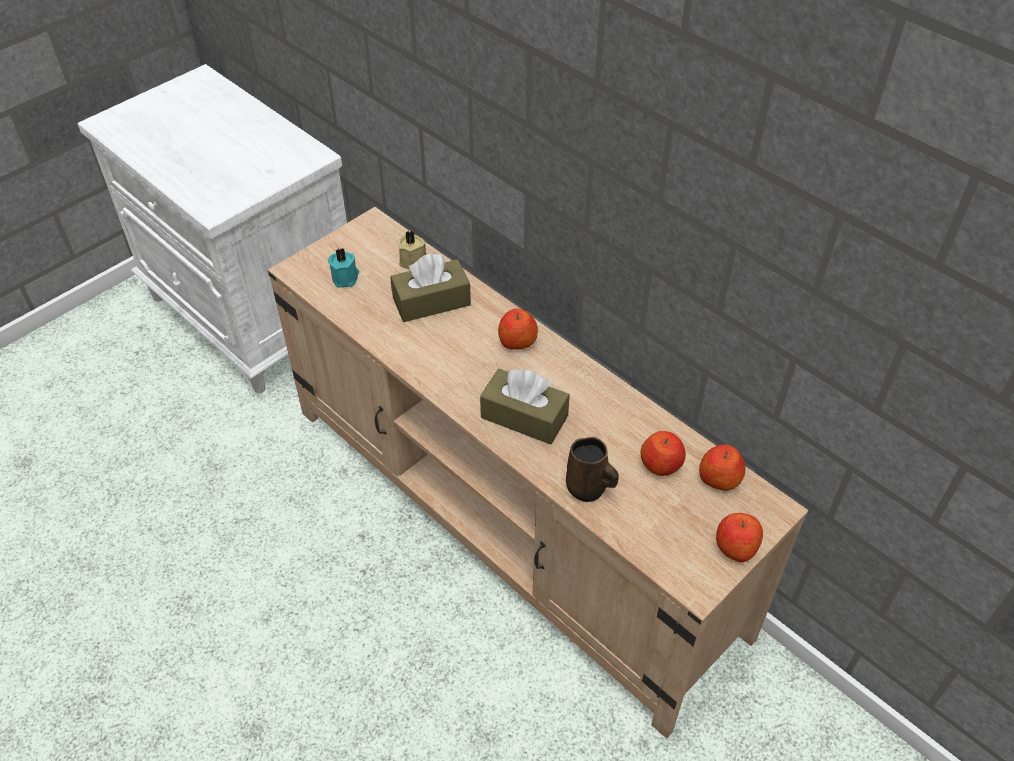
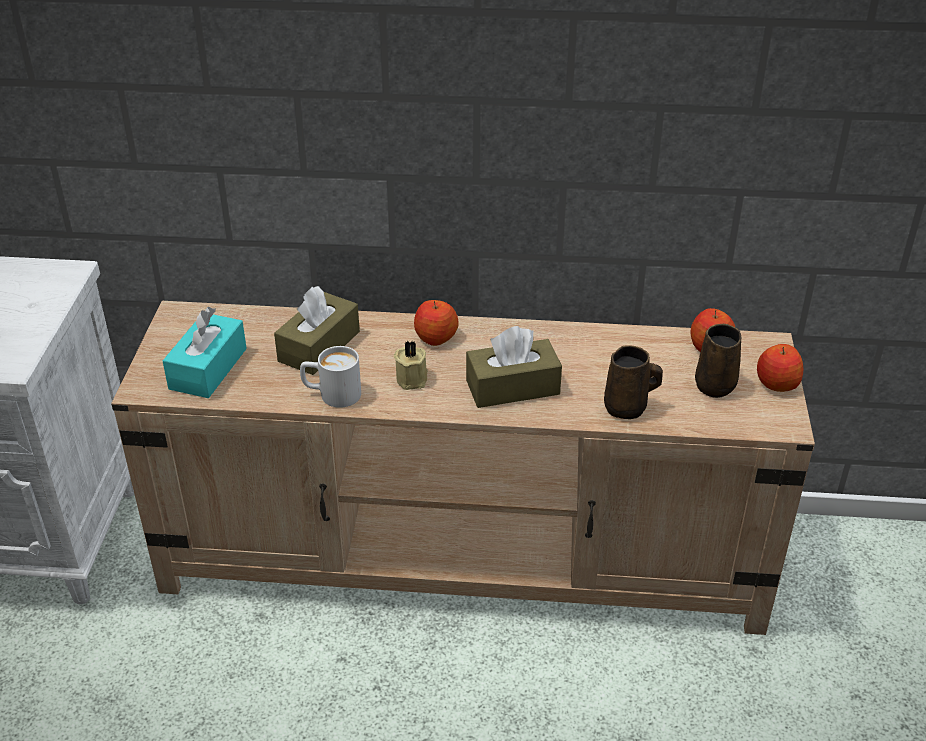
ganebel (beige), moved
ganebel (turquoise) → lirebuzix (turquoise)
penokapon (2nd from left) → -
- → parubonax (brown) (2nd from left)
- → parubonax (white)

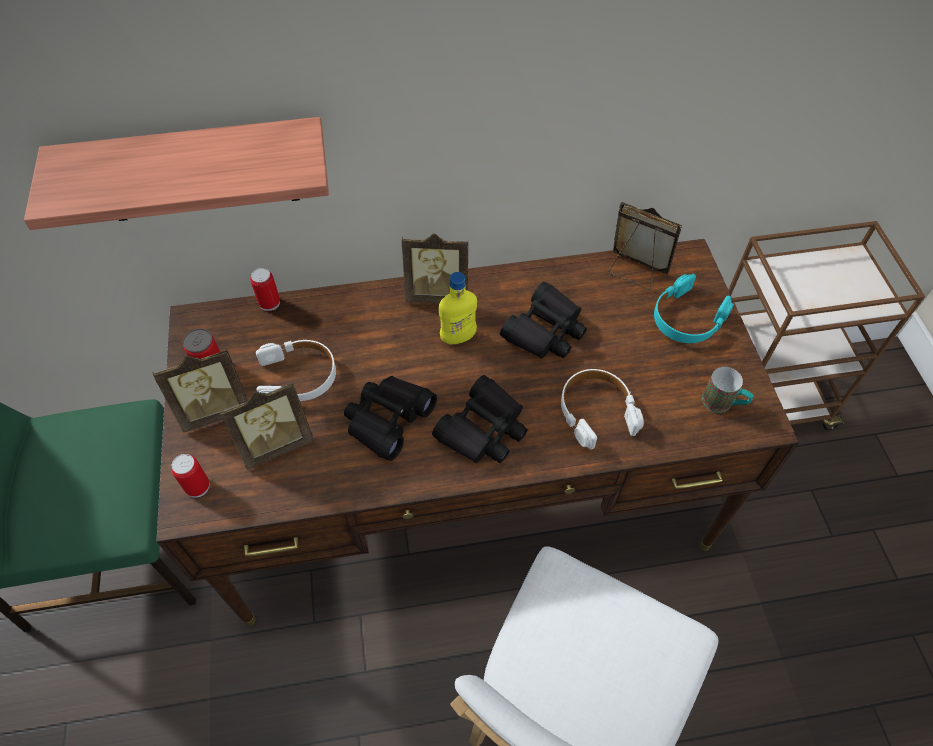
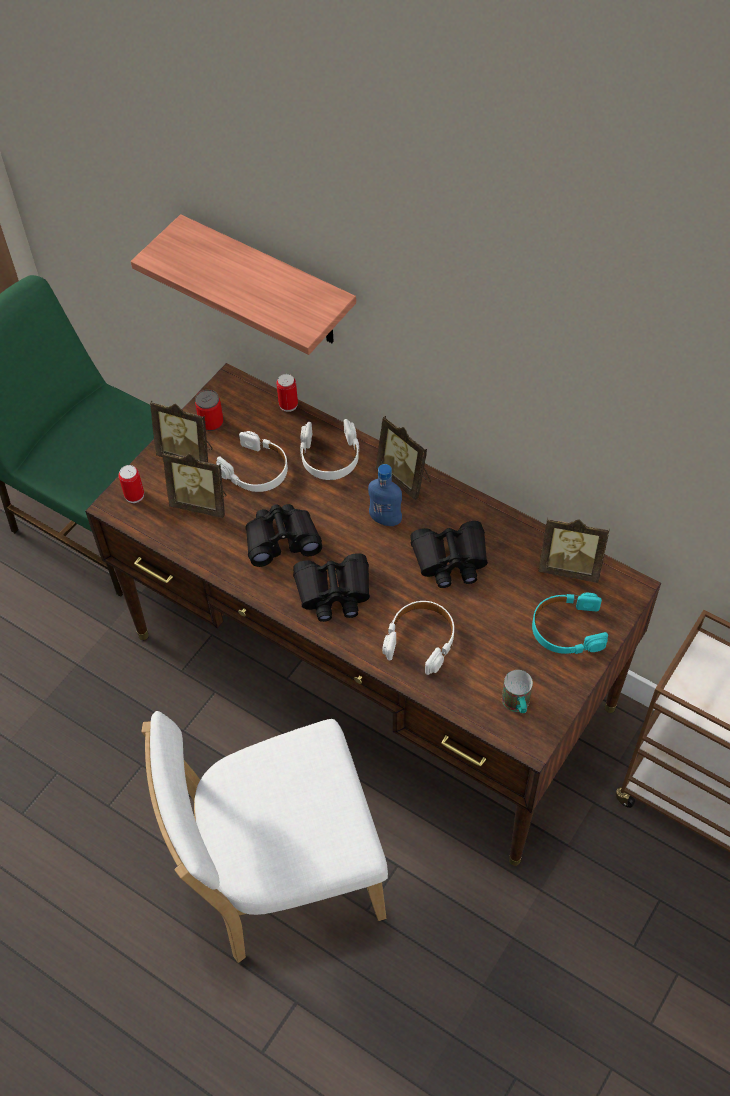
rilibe (4th from left), 120 degrees clockwise
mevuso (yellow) → mevuso (blue)
- → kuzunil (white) (2nd from left)

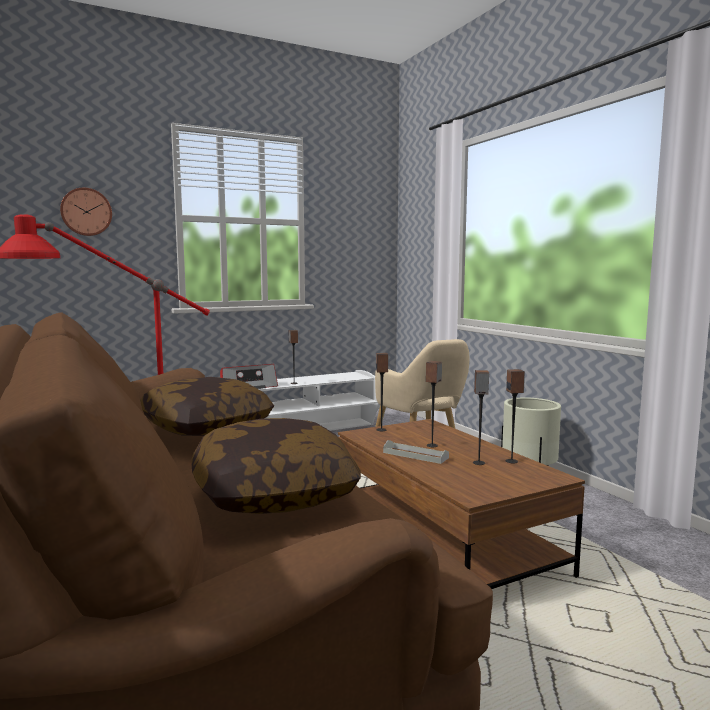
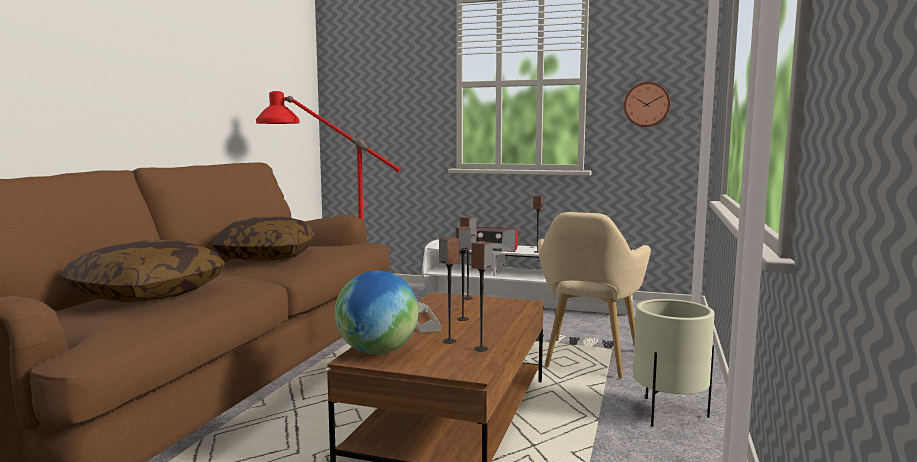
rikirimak, moved
- → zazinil

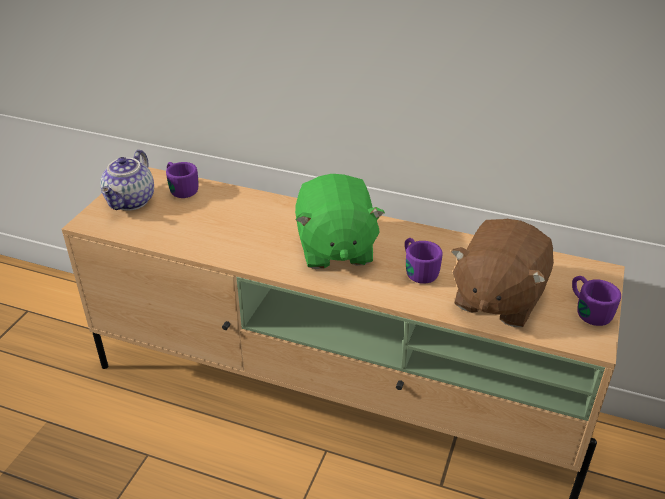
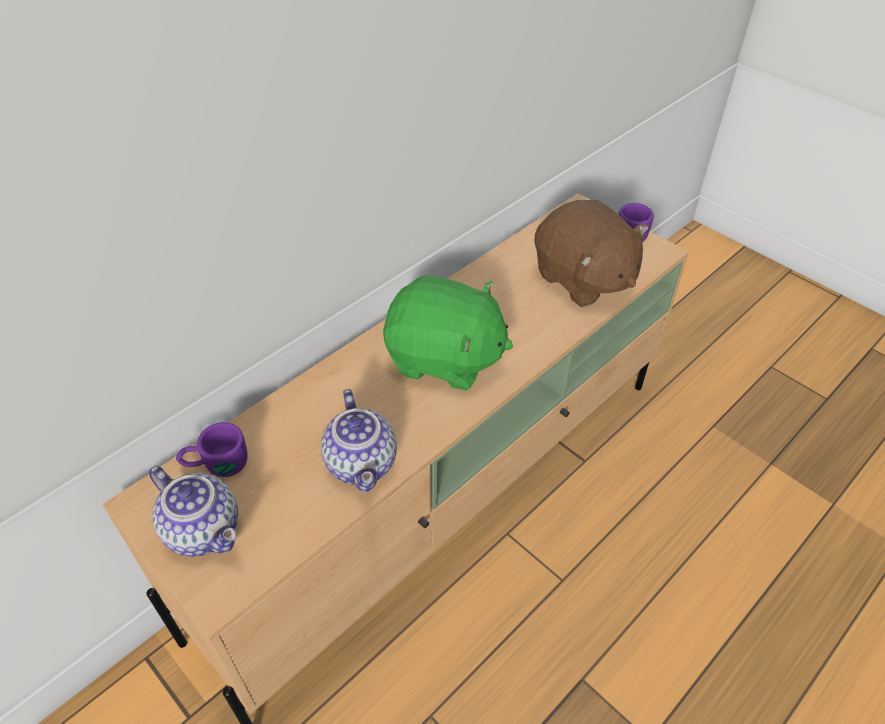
parubonax (purple) (2nd from left) → -
- → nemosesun (2nd from left)

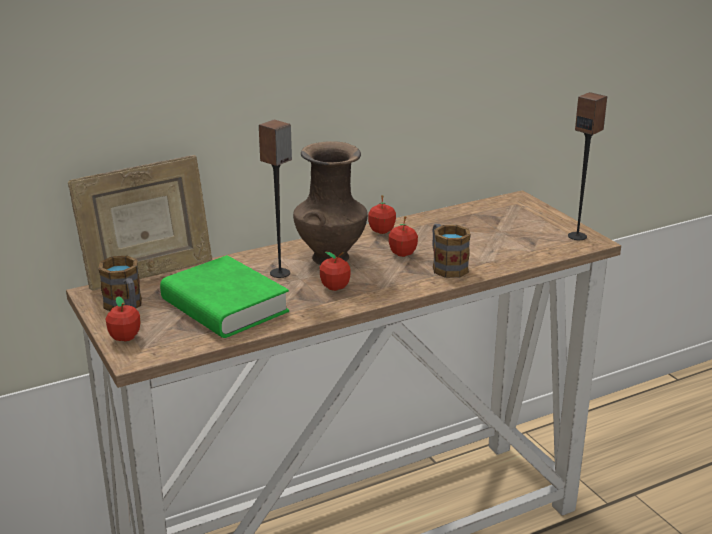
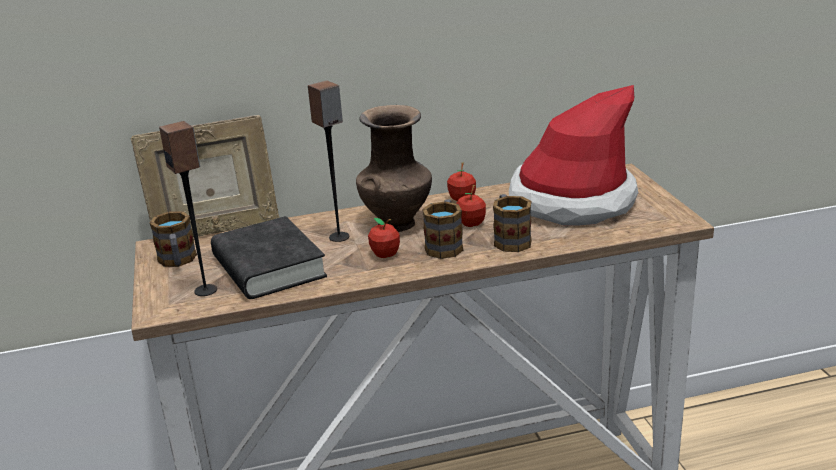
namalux (2nd from left in the first image) → namalux (1st from left), moved
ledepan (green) → ledepan (black)
penokapon (1st from left) → -
- → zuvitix
- → parubonax (2nd from left)

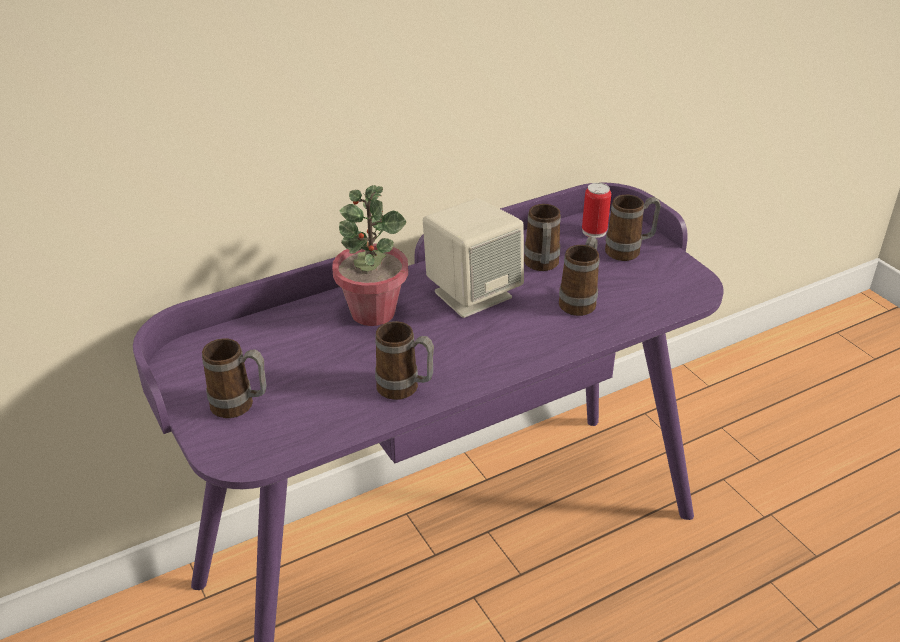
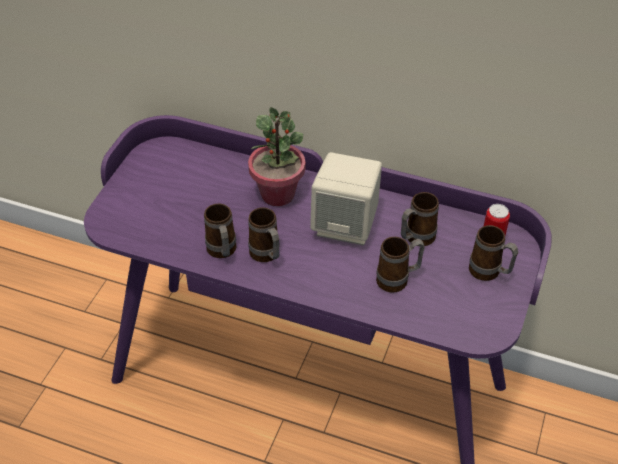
parubonax (1st from left in the first image) → parubonax (2nd from left), moved

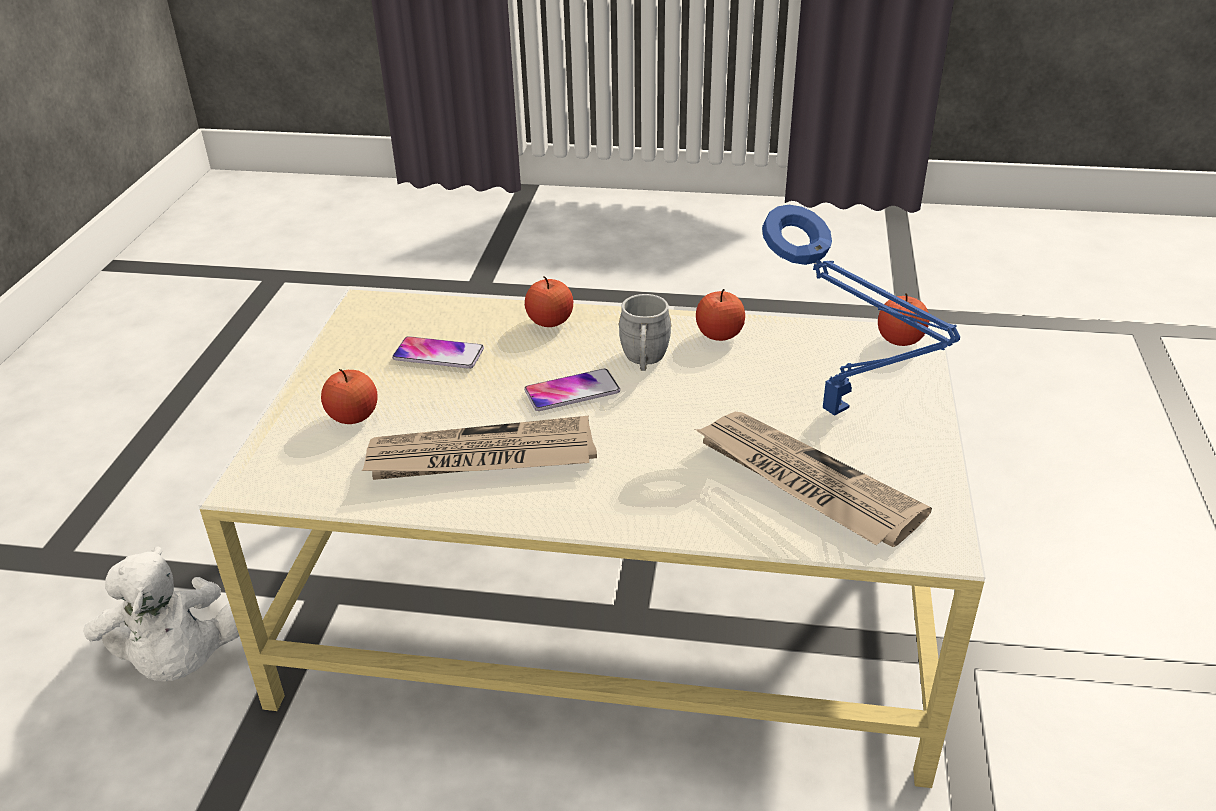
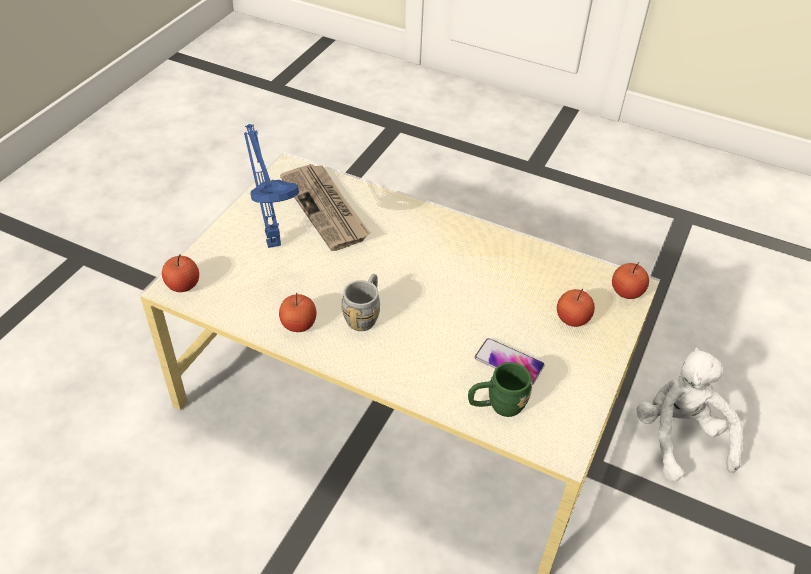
penokapon (2nd from left in the first image) → penokapon (4th from left), moved
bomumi (2nd from left) → -
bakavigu (1st from left) → -
- → parubonax (green)

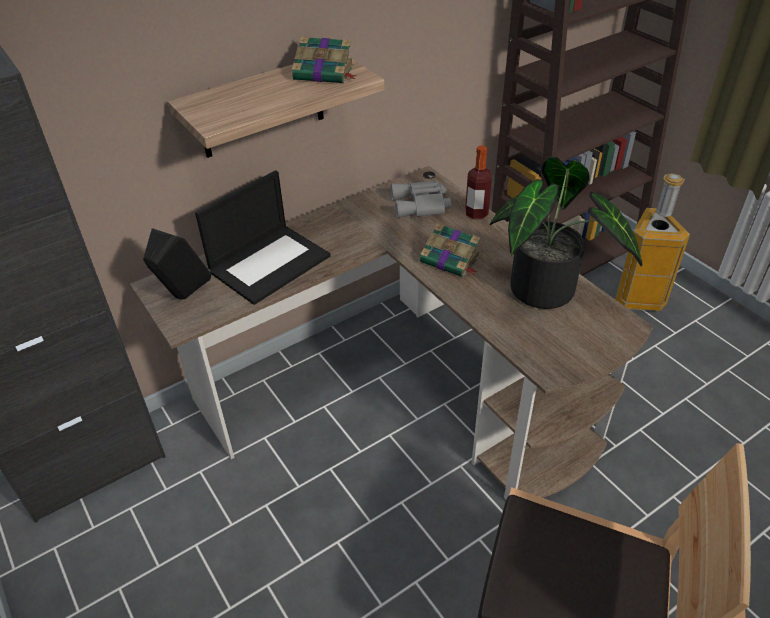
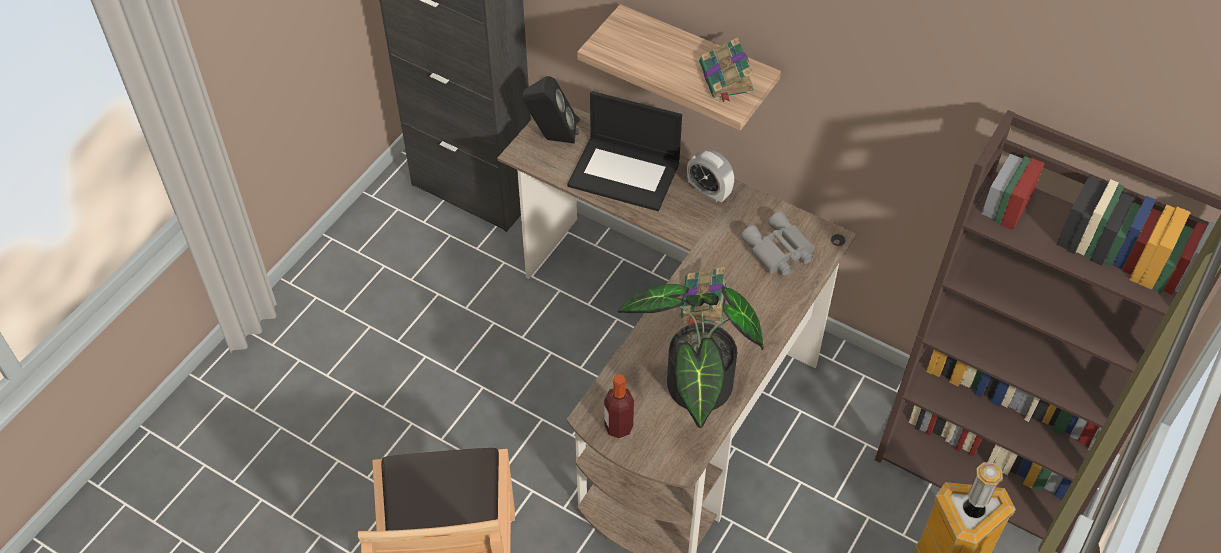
mevuso, moved
- → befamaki

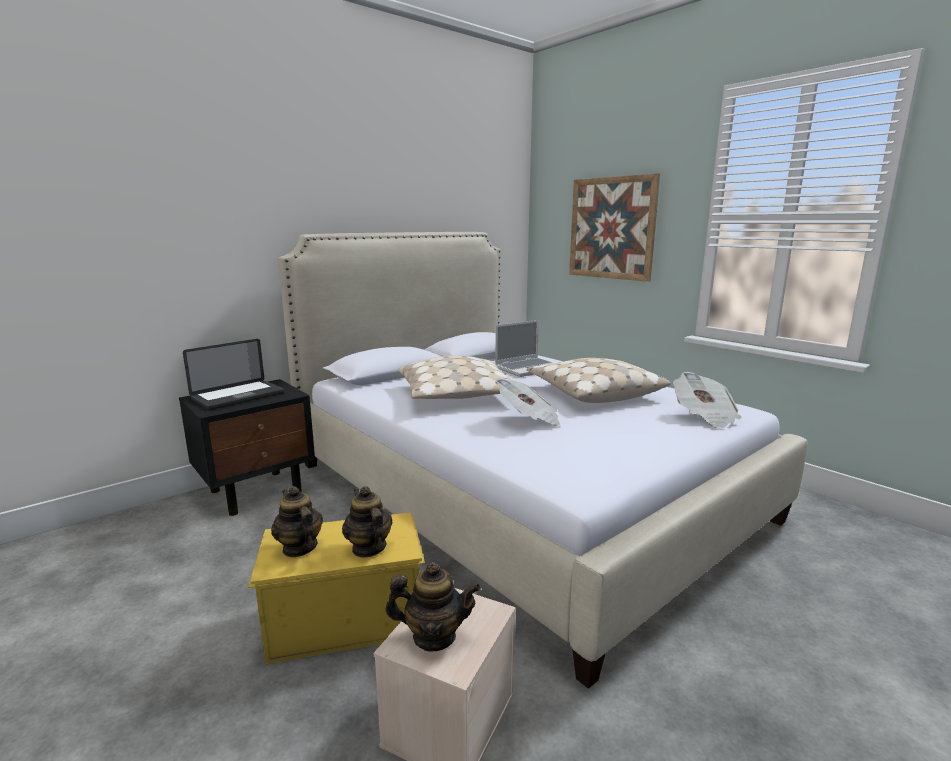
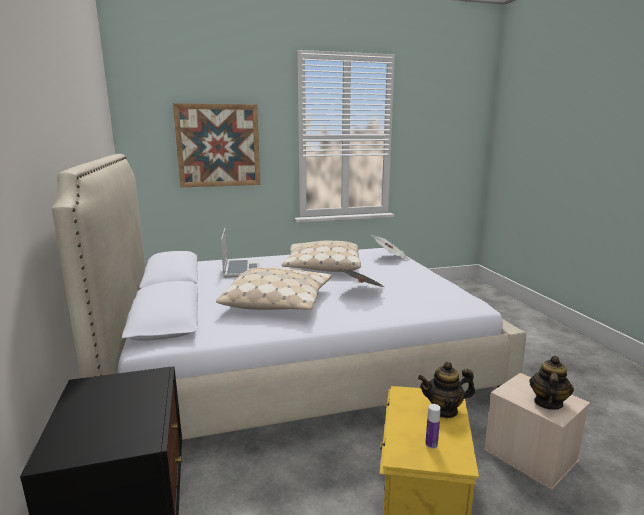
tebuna (1st from left) → -
nemosesun (1st from left) → mevuso

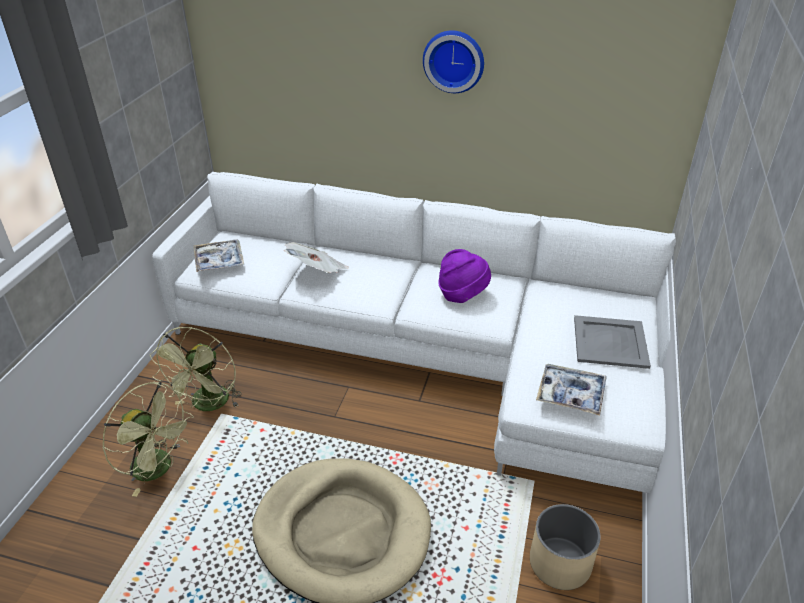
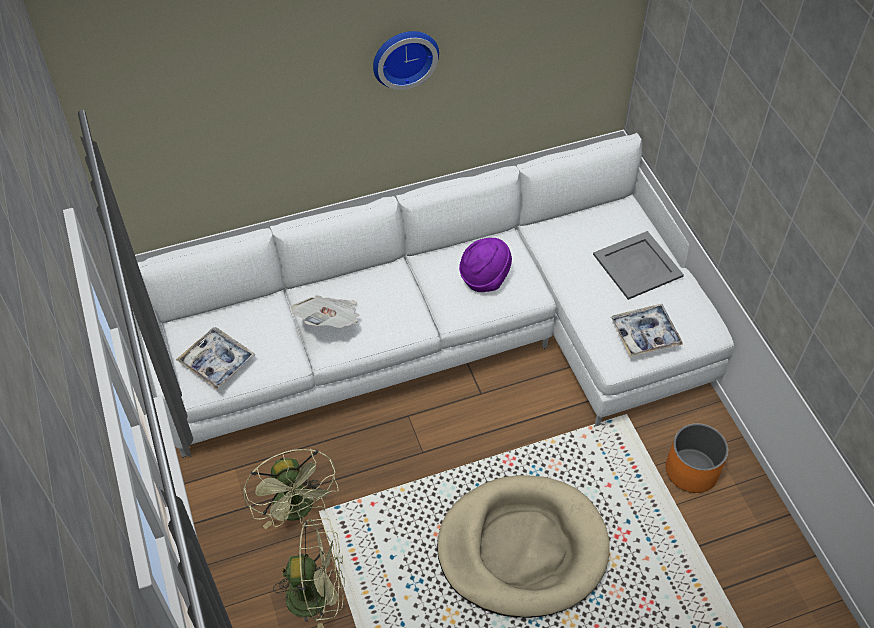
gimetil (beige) → gimetil (orange)

